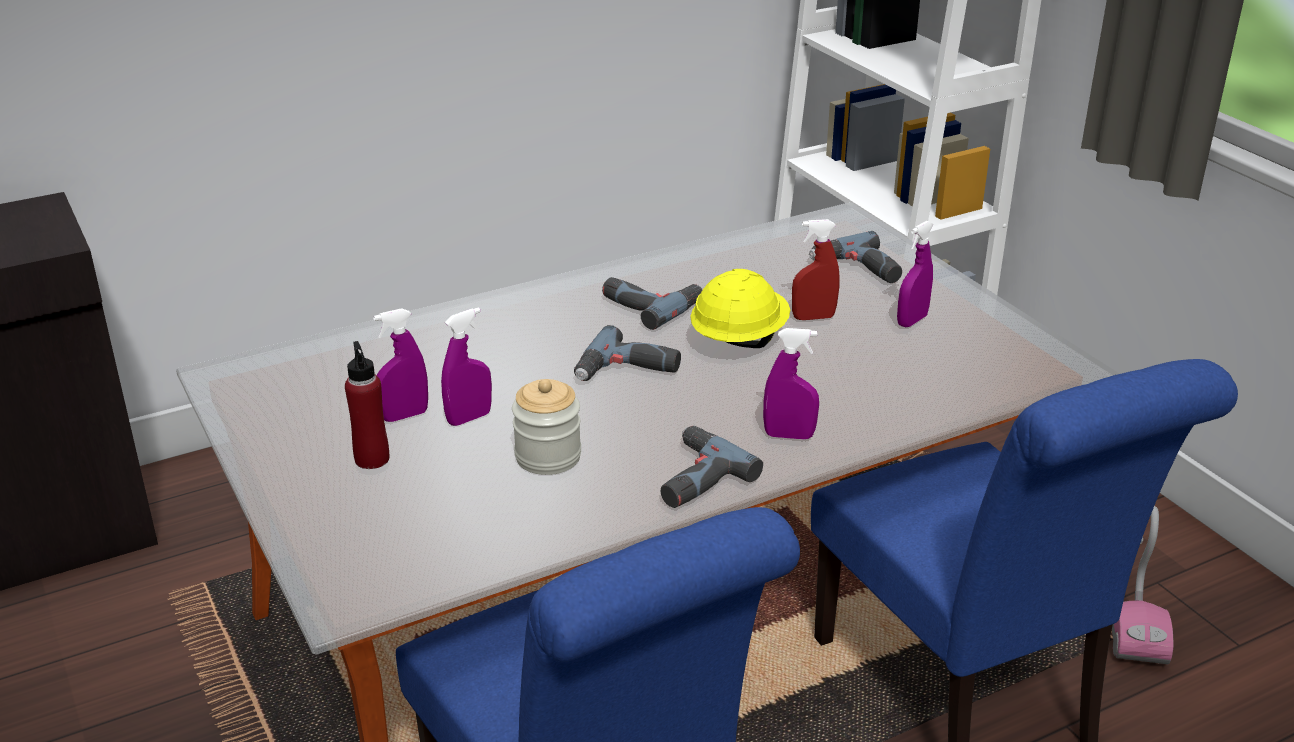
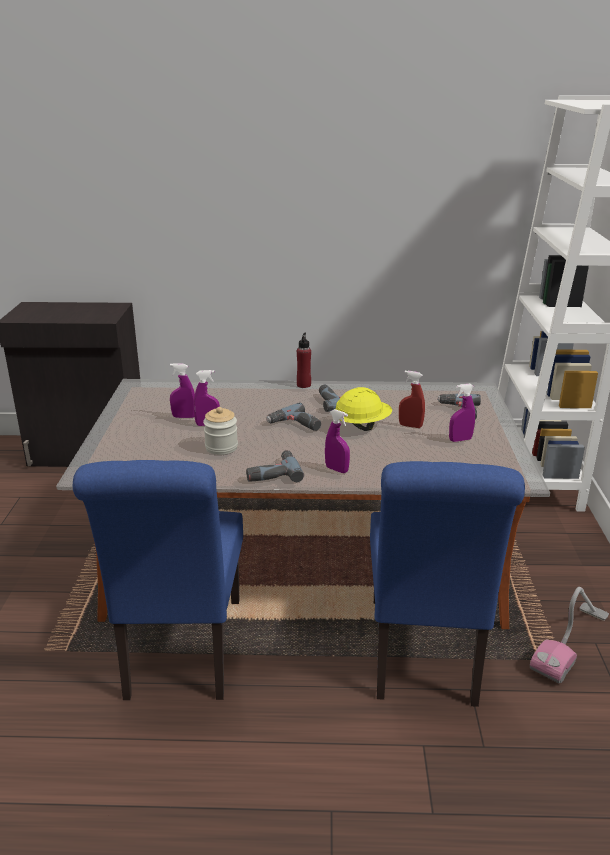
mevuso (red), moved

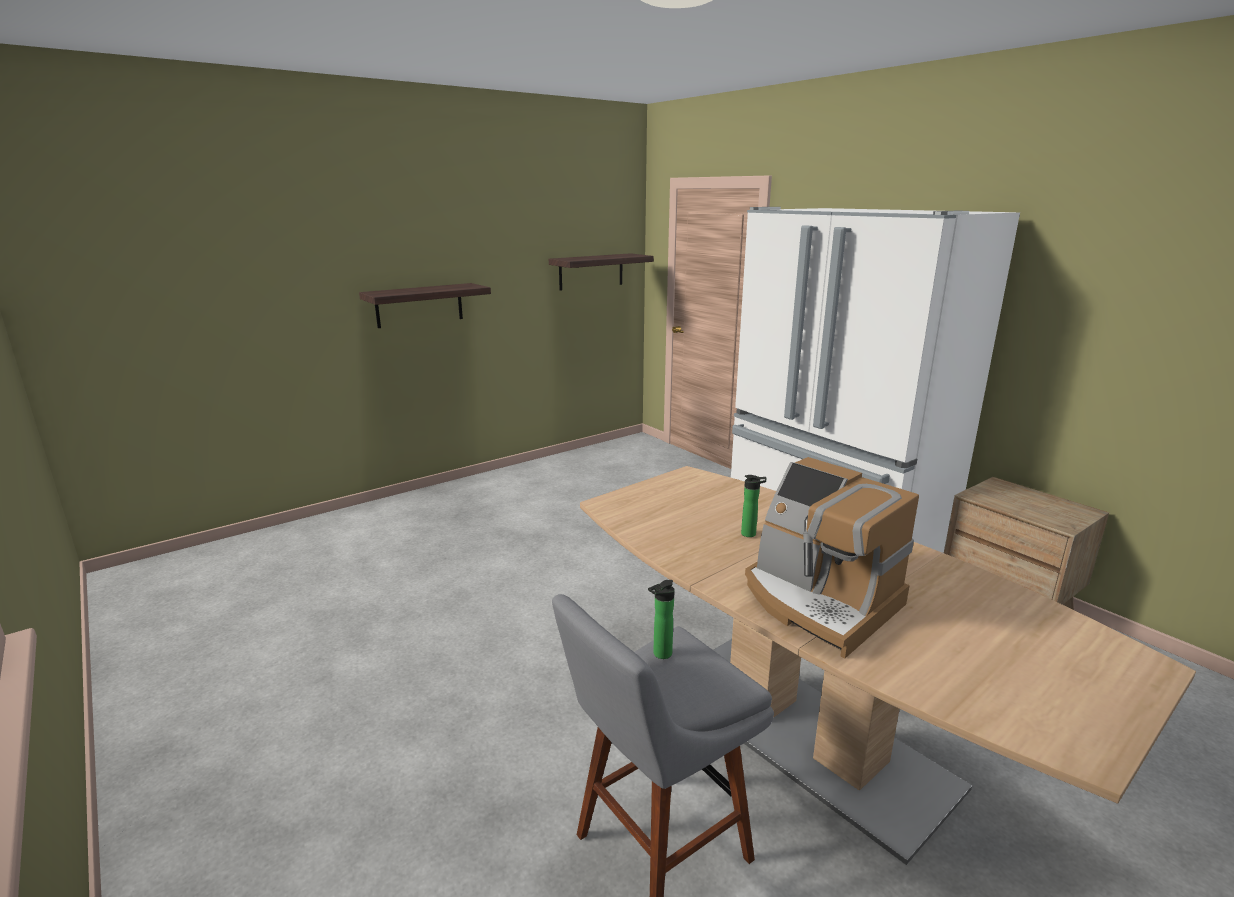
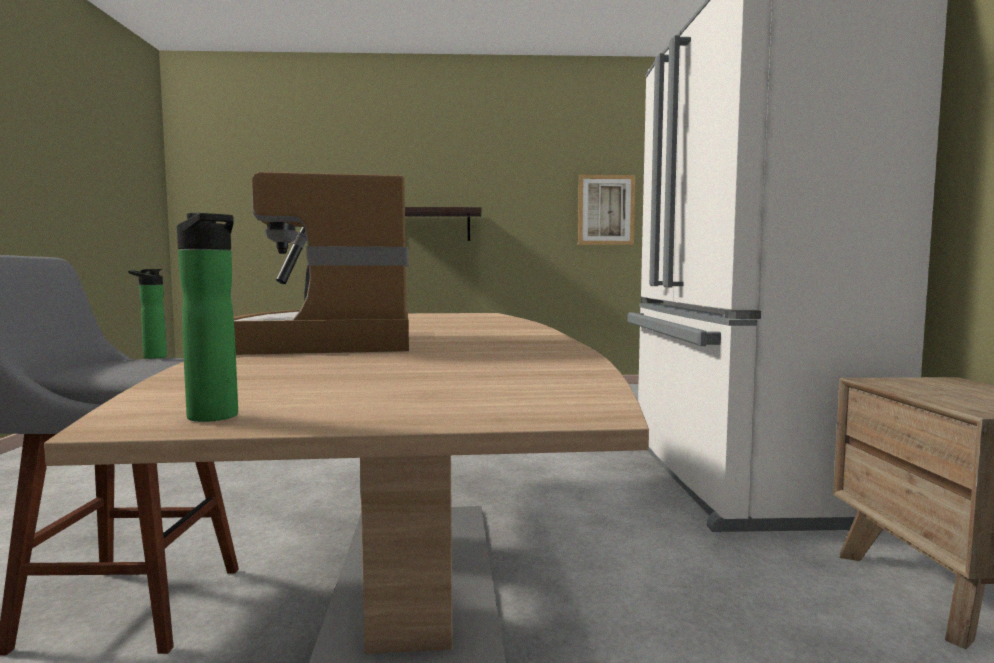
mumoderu (2nd from left) → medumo
mevuso (2nd from left), moved

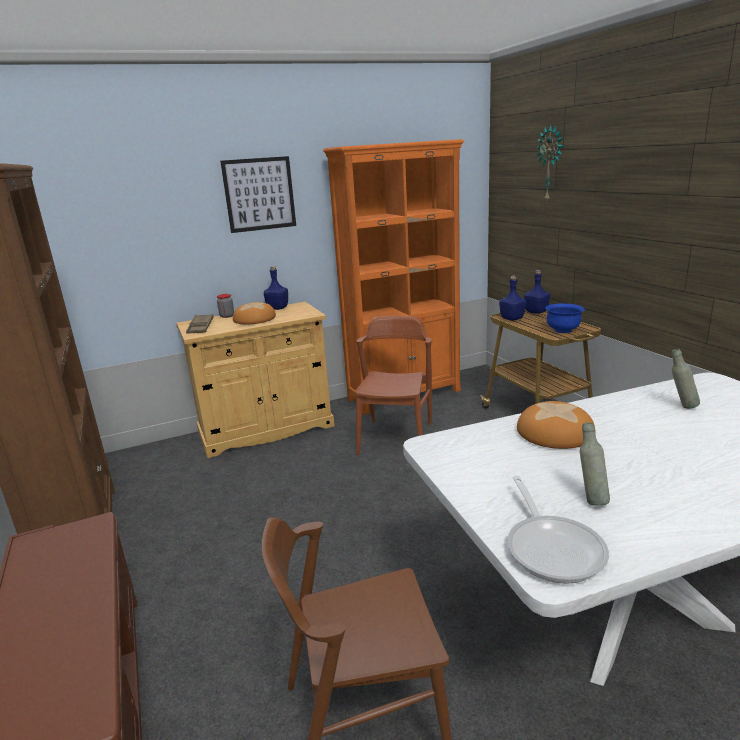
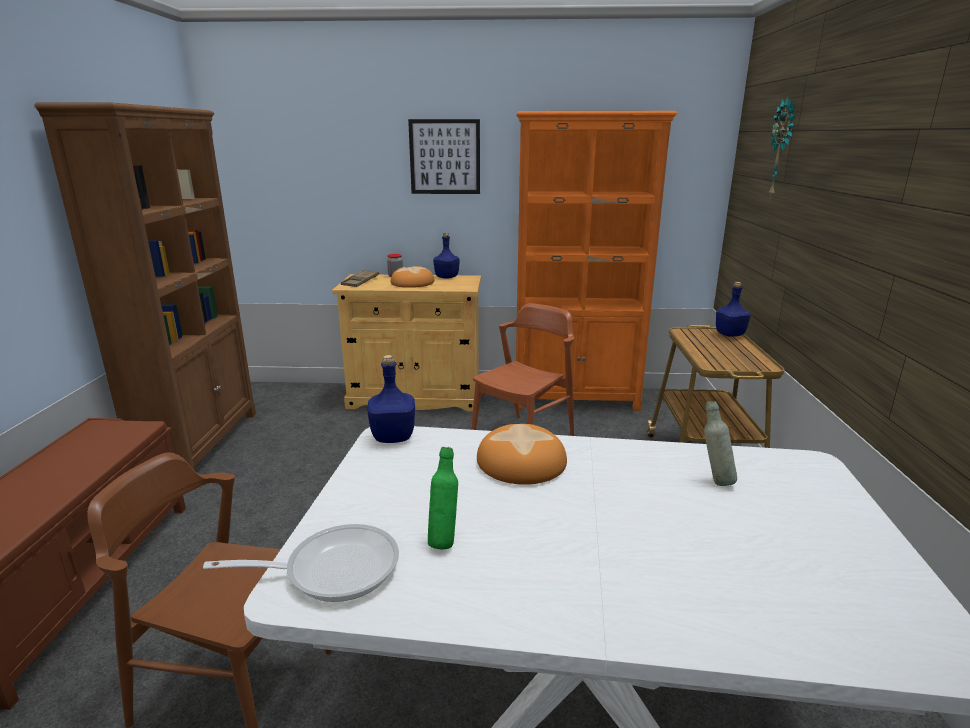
mevuso (blue) (2nd from left in the first image) → mevuso (blue) (1st from left), moved
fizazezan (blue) → -
mevuso (grey) (1st from left) → mevuso (green)
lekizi, 120 degrees counterclockwise

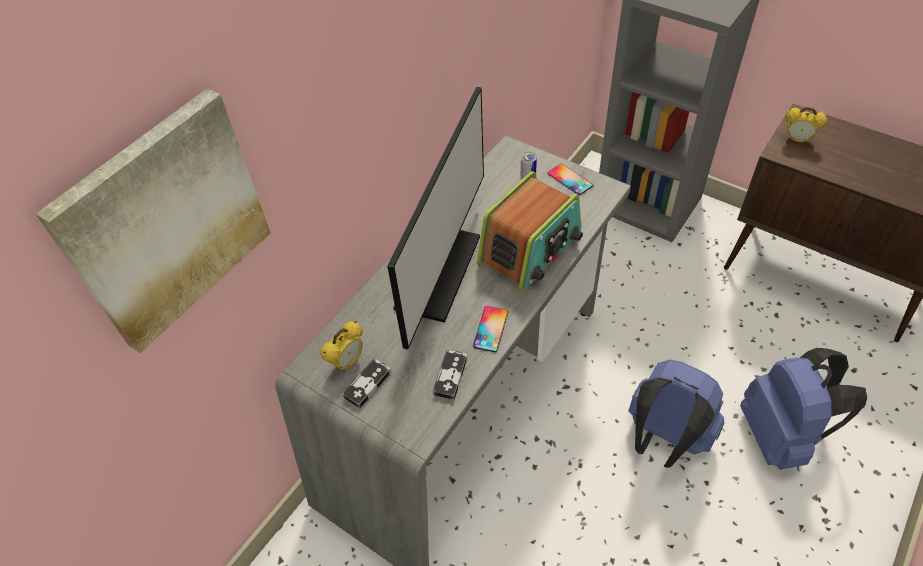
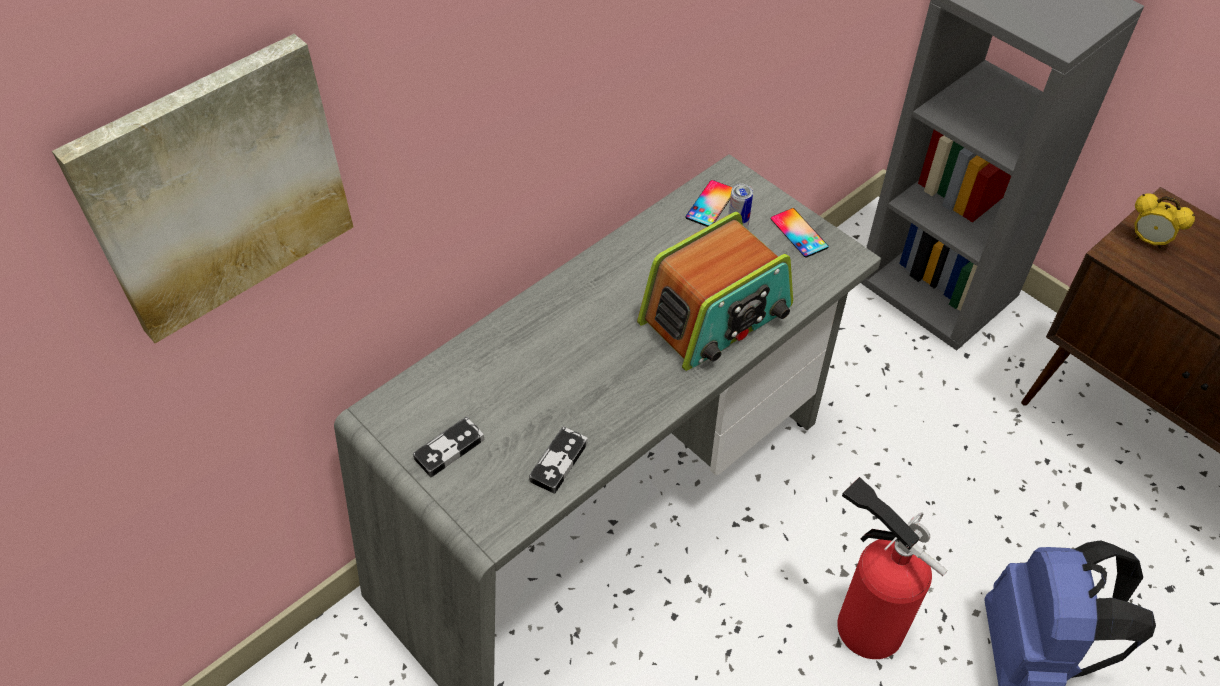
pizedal → -
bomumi (1st from left), moved
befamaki (1st from left) → -
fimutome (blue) (1st from left) → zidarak

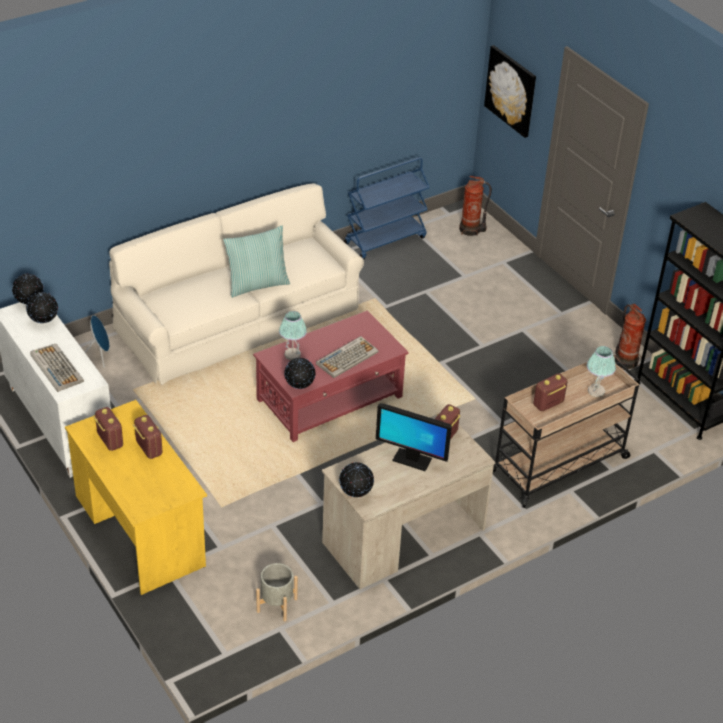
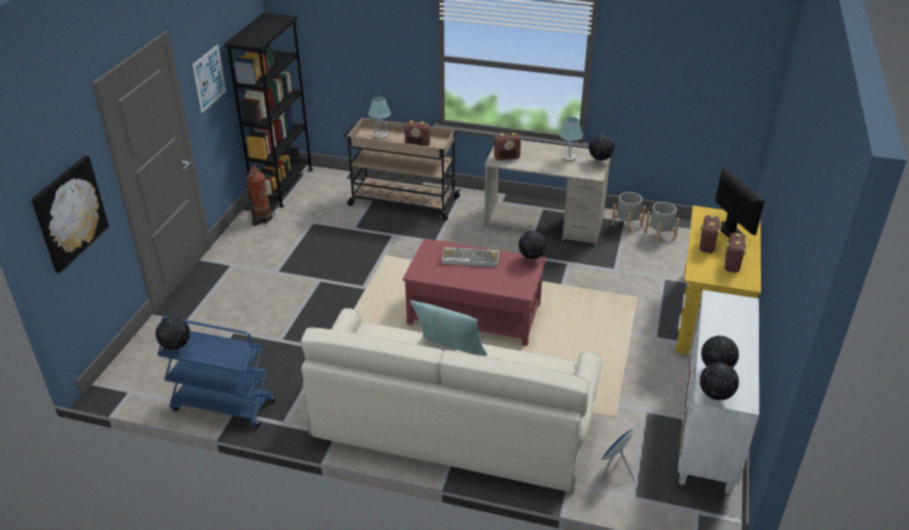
zidarak (1st from left) → -
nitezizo (1st from left in the first image) → nitezizo (2nd from left), moved
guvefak (1st from left) → -
pizedal, moved
- → medumo (2nd from left)
- → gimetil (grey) (1st from left)
- → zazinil (1st from left)

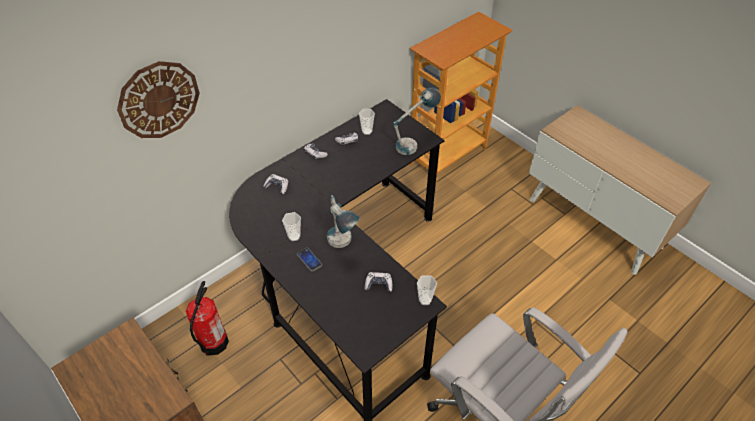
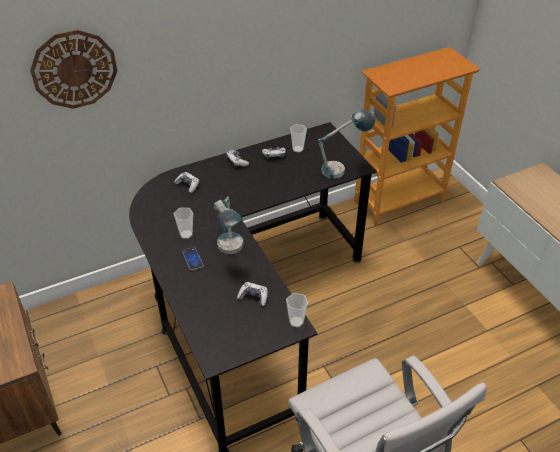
zidarak → -

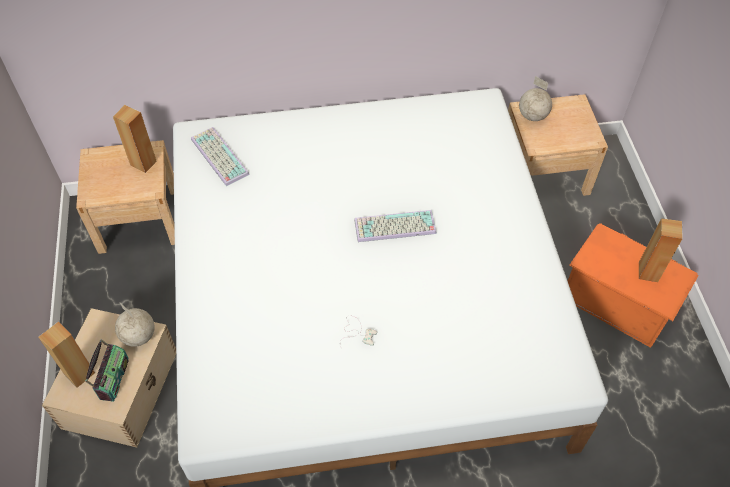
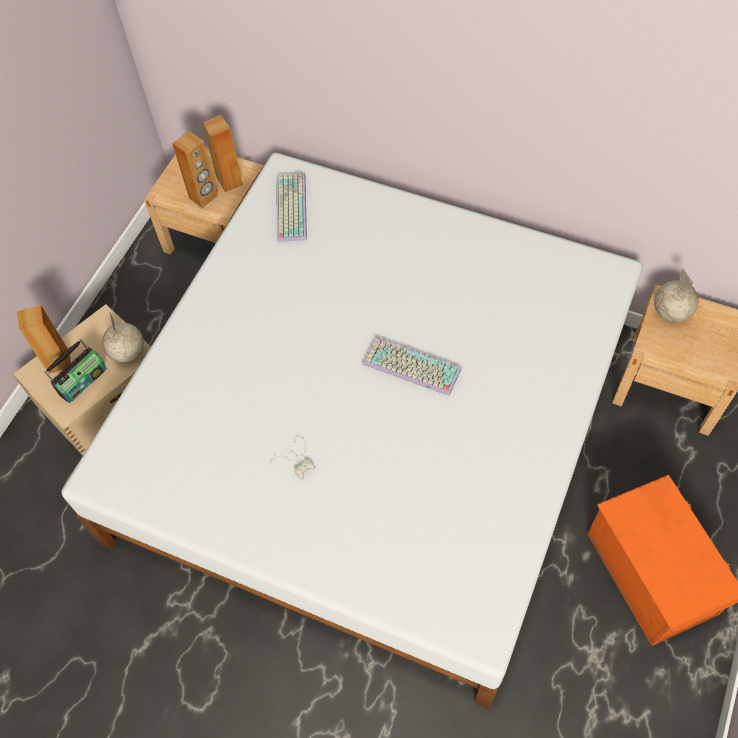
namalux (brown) (3rd from left in the first image) → namalux (brown) (2nd from left), moved

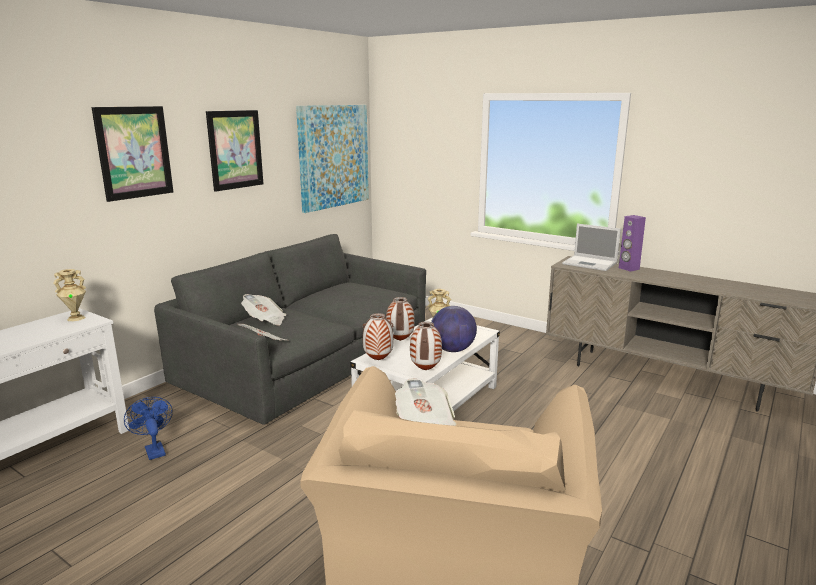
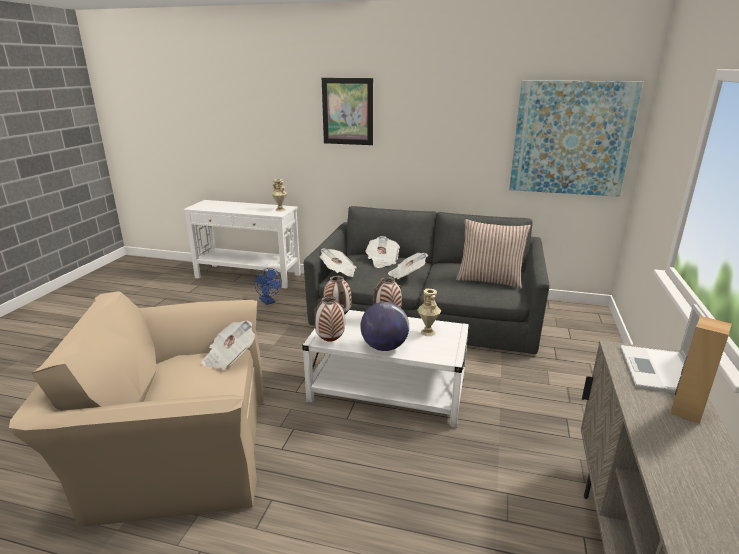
medumo (2nd from left) → -
namalux (purple) → namalux (brown)
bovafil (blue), 105 degrees clockwise
- → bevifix
- → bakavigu (4th from left)

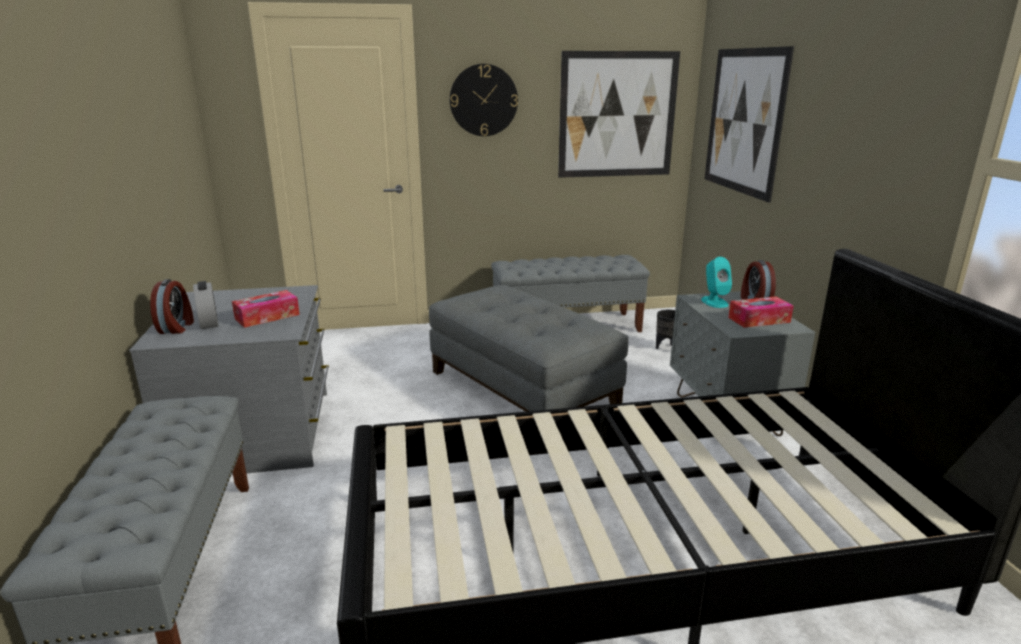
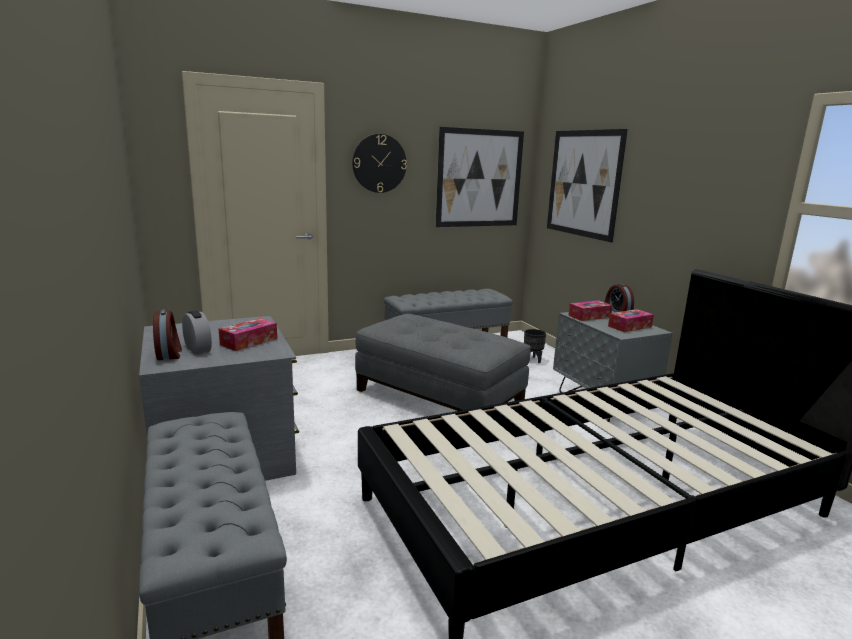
namalux (turquoise) → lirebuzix (2nd from left)

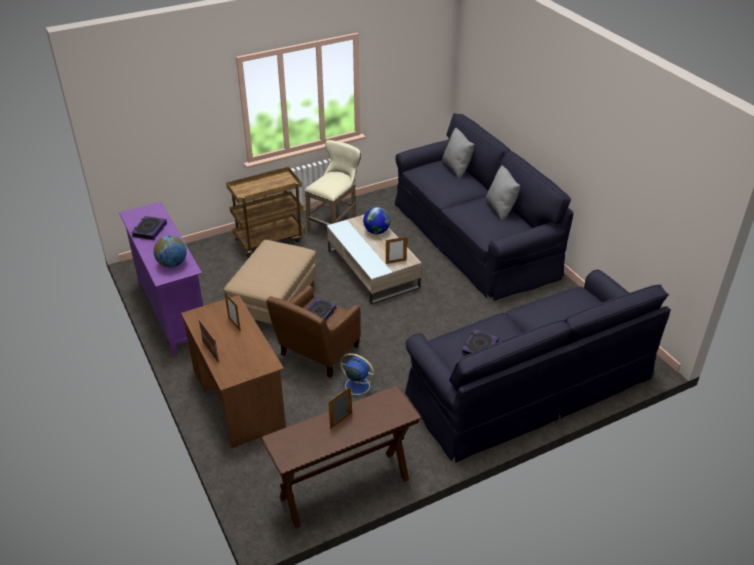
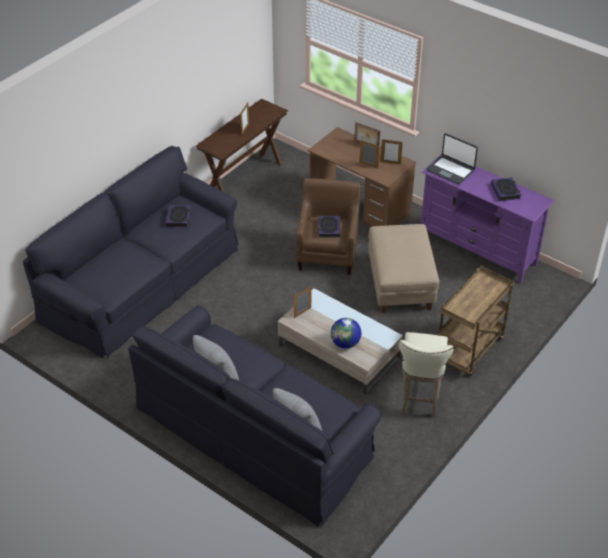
zazinil (1st from left) → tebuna
bovafil (blue) → -
- → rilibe (5th from left)

